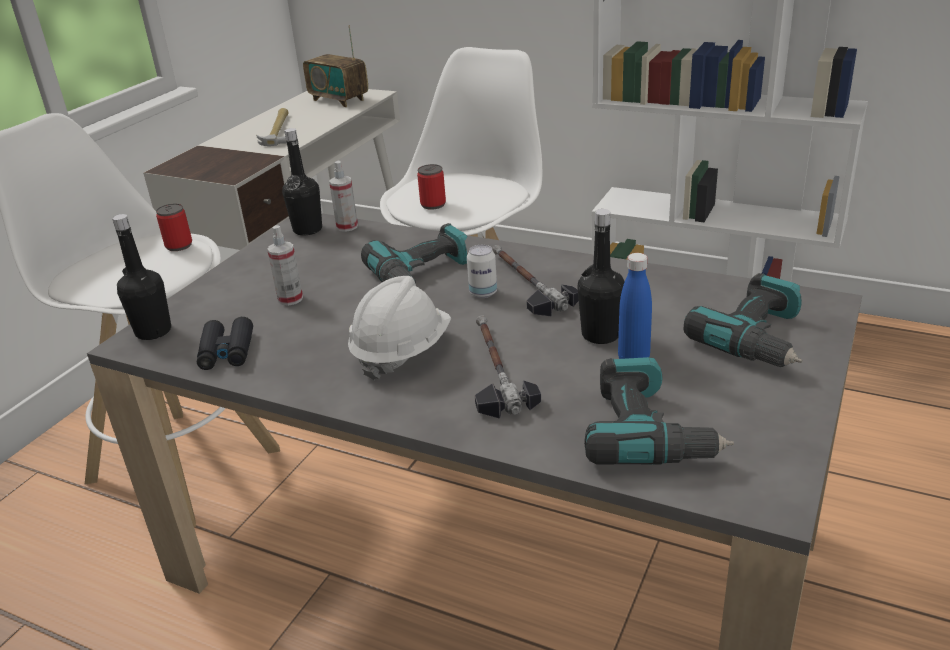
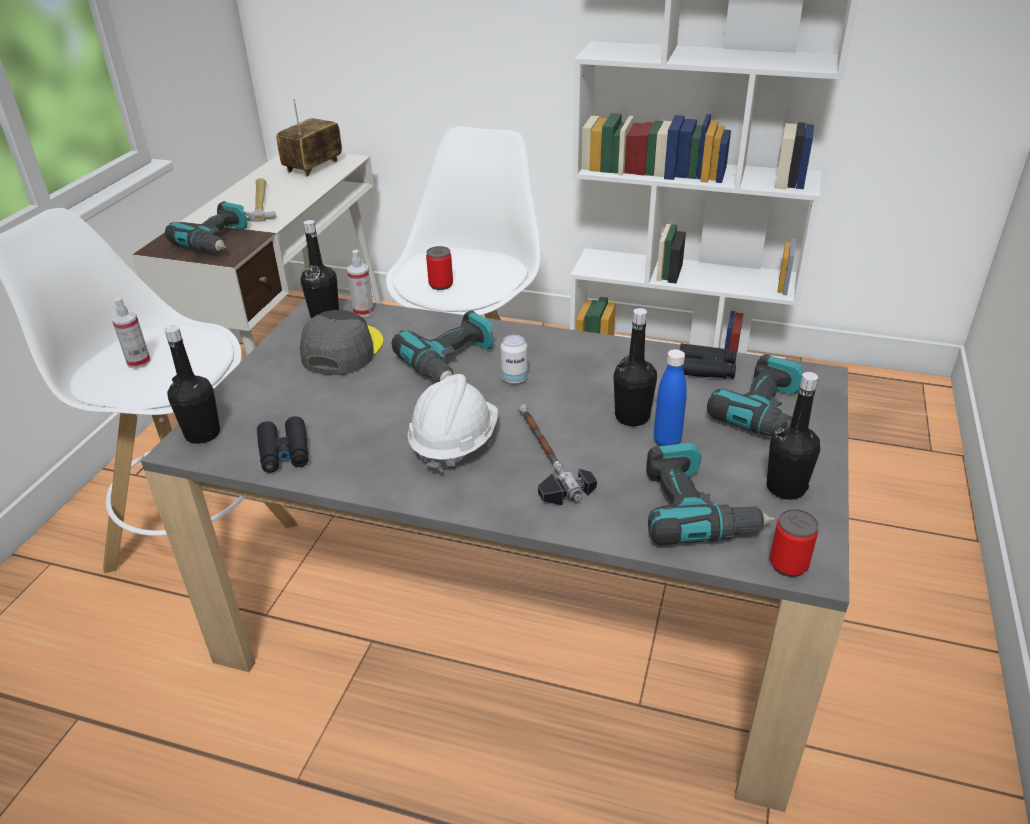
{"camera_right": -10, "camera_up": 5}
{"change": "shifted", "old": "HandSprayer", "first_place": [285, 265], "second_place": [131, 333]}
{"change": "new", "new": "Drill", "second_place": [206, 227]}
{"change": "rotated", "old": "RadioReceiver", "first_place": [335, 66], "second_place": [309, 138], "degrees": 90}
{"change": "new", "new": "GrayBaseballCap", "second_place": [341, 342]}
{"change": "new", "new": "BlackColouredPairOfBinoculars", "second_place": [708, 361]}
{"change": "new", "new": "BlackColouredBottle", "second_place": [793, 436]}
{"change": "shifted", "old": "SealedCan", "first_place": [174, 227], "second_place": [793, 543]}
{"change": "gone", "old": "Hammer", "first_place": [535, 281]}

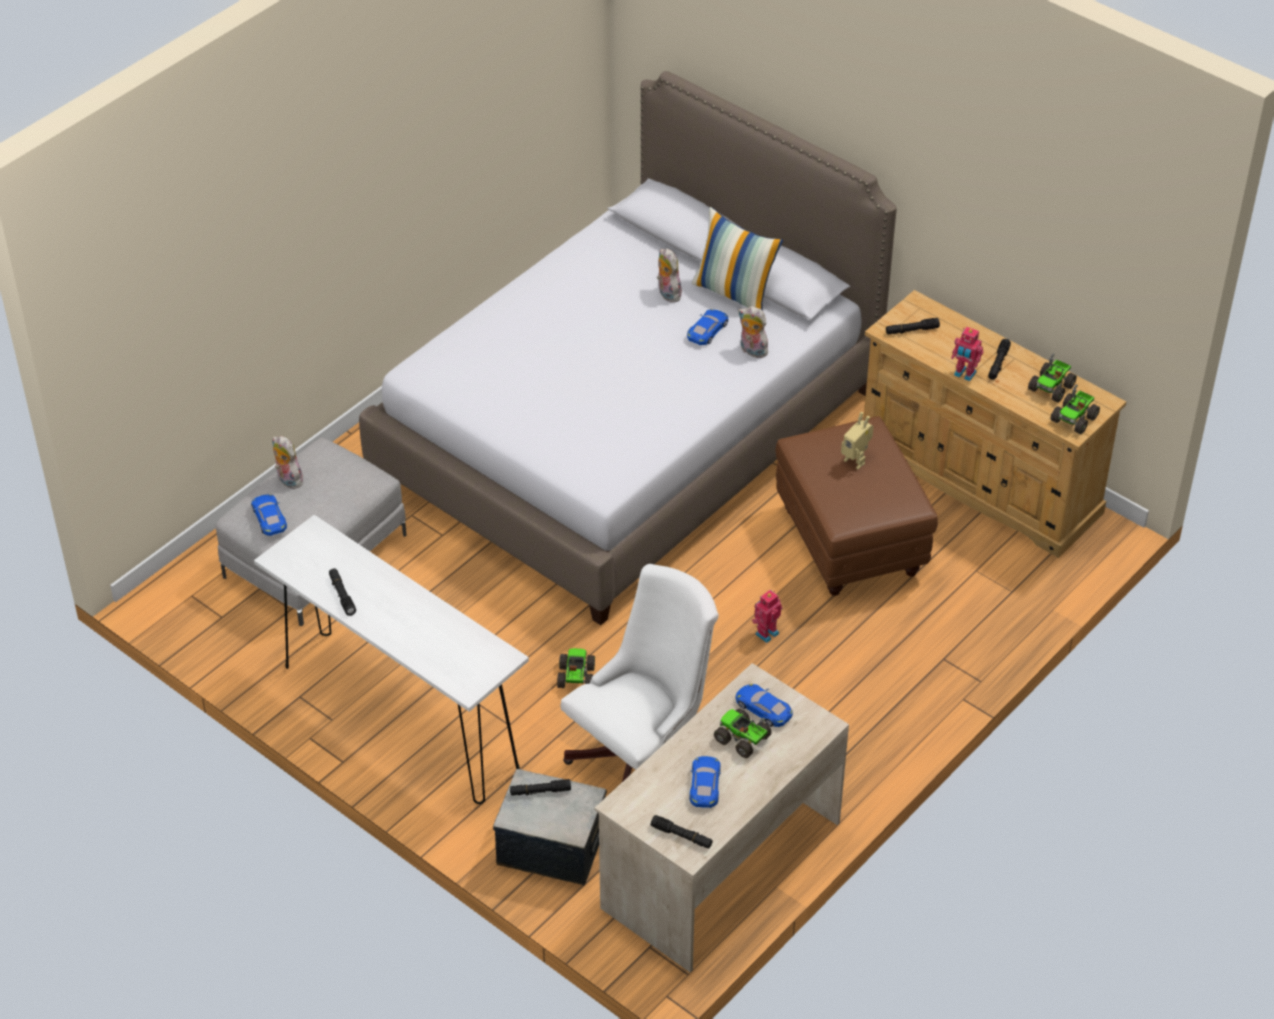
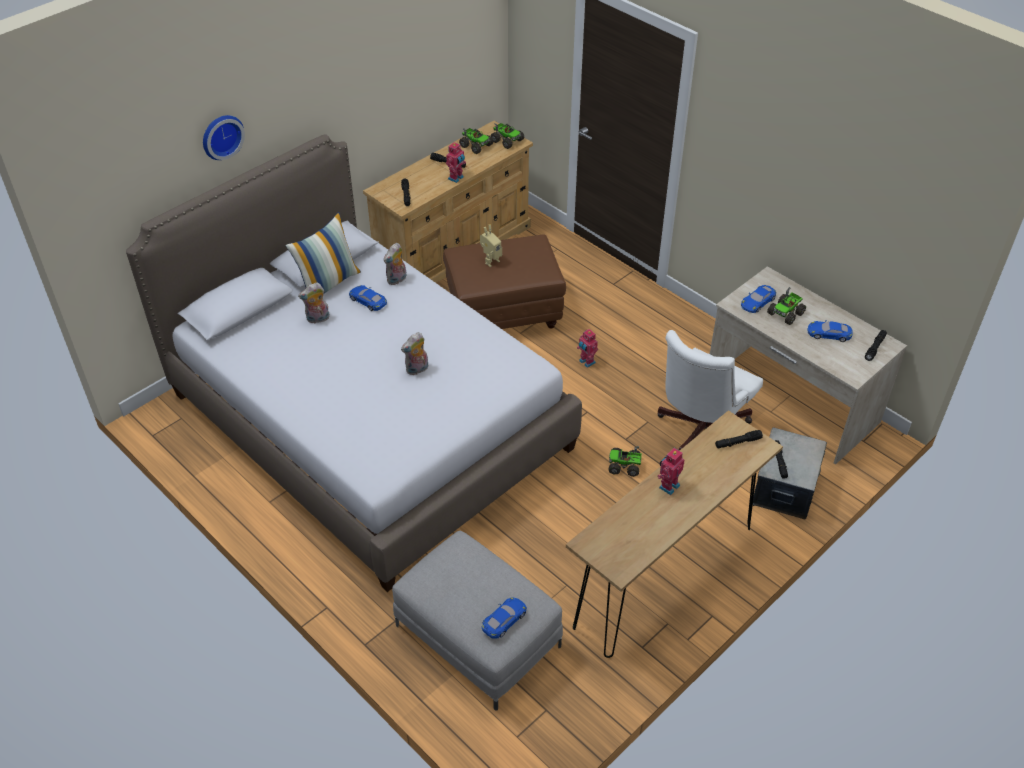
{"camera_right": -85, "camera_up": 0}
{"change": "new", "new": "ClockOnTheWall", "second_place": [224, 137]}
{"change": "shifted", "old": "PlushToy", "first_place": [287, 462], "second_place": [414, 353]}
{"change": "rotated", "old": "BlueColouredToyCar", "first_place": [269, 515], "second_place": [504, 618], "degrees": 150}
{"change": "repainted", "old": "WhitishHallTable", "new": "BrownHallTable", "first_place": [391, 659], "second_place": [674, 534]}
{"change": "new", "new": "RobotFigure", "second_place": [670, 471]}
{"change": "rotated", "old": "WhitishComputerChair", "first_place": [640, 673], "second_place": [710, 390], "degrees": -105}
{"change": "shifted", "old": "BlackColouredFlashlight", "first_place": [342, 592], "second_place": [739, 439]}

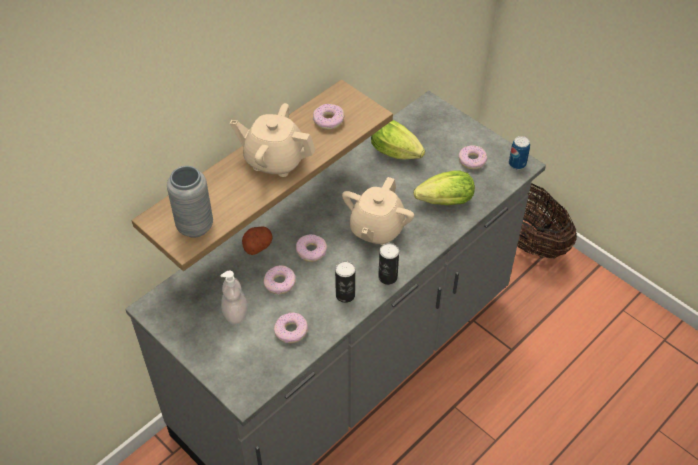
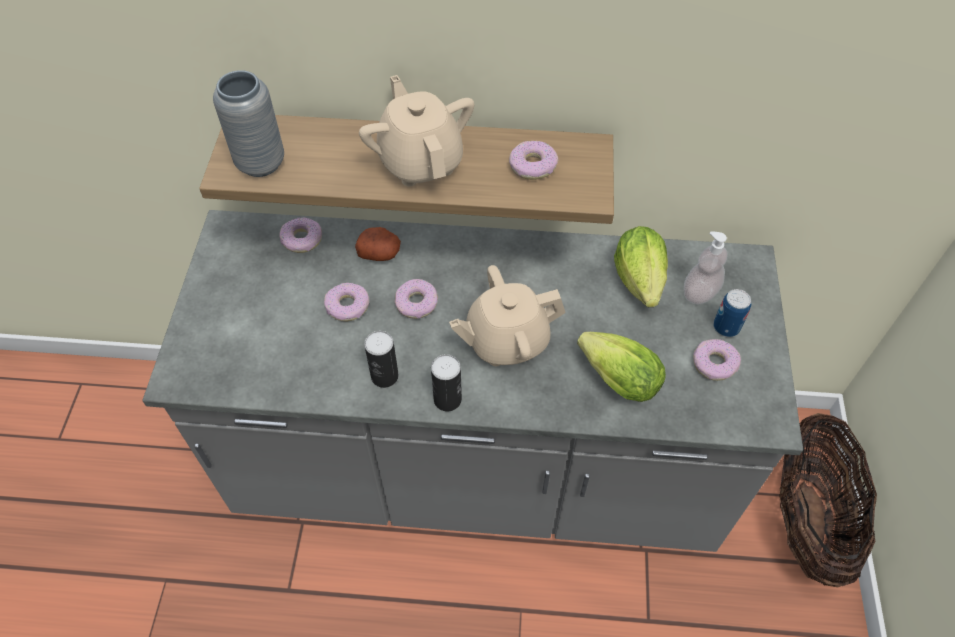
{"camera_right": 50, "camera_up": 5}
{"change": "shifted", "old": "Doughnut", "first_place": [291, 327], "second_place": [301, 235]}
{"change": "shifted", "old": "SoapBottle", "first_place": [234, 297], "second_place": [706, 267]}
{"change": "shifted", "old": "SealedCan", "first_place": [519, 153], "second_place": [732, 313]}

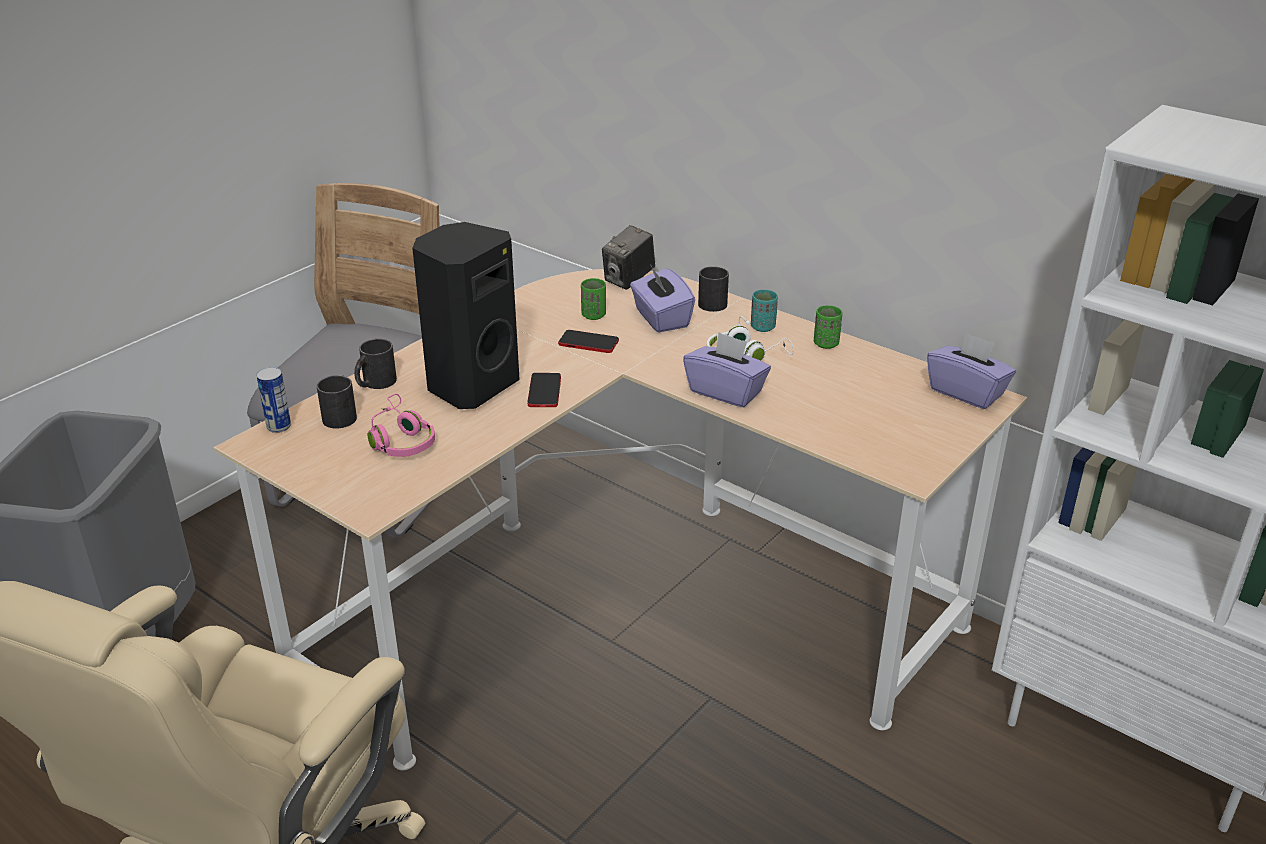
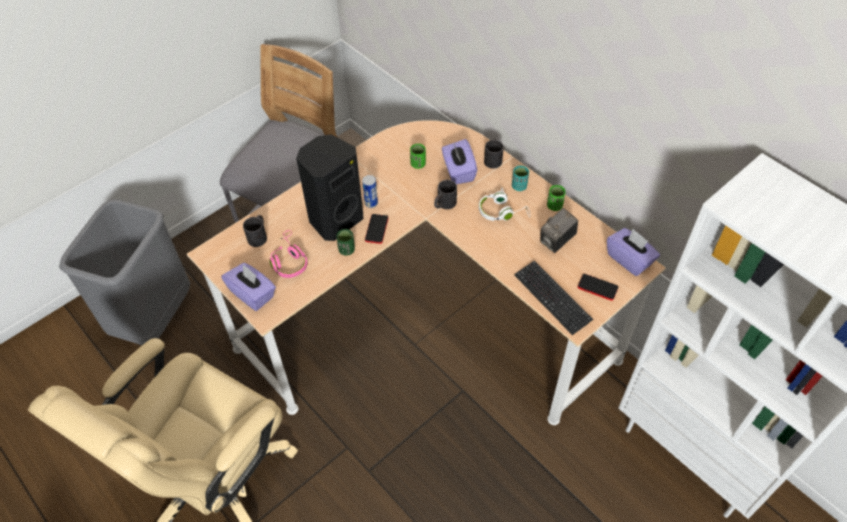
{"camera_right": 10, "camera_up": 20}
{"change": "shifted", "old": "PurpleColouredTissueHolder", "first_place": [727, 369], "second_place": [248, 287]}
{"change": "new", "new": "GreenishSmallCup", "second_place": [345, 242]}
{"change": "shifted", "old": "SealedCan", "first_place": [273, 400], "second_place": [370, 191]}
{"change": "shifted", "old": "BlackColouredCoffeeMug", "first_place": [375, 364], "second_place": [445, 194]}
{"change": "new", "new": "ComputerKeyboard", "second_place": [553, 297]}
{"change": "shifted", "old": "StillCamera", "first_place": [628, 257], "second_place": [559, 230]}
{"change": "shifted", "old": "Handset", "first_place": [588, 341], "second_place": [597, 287]}

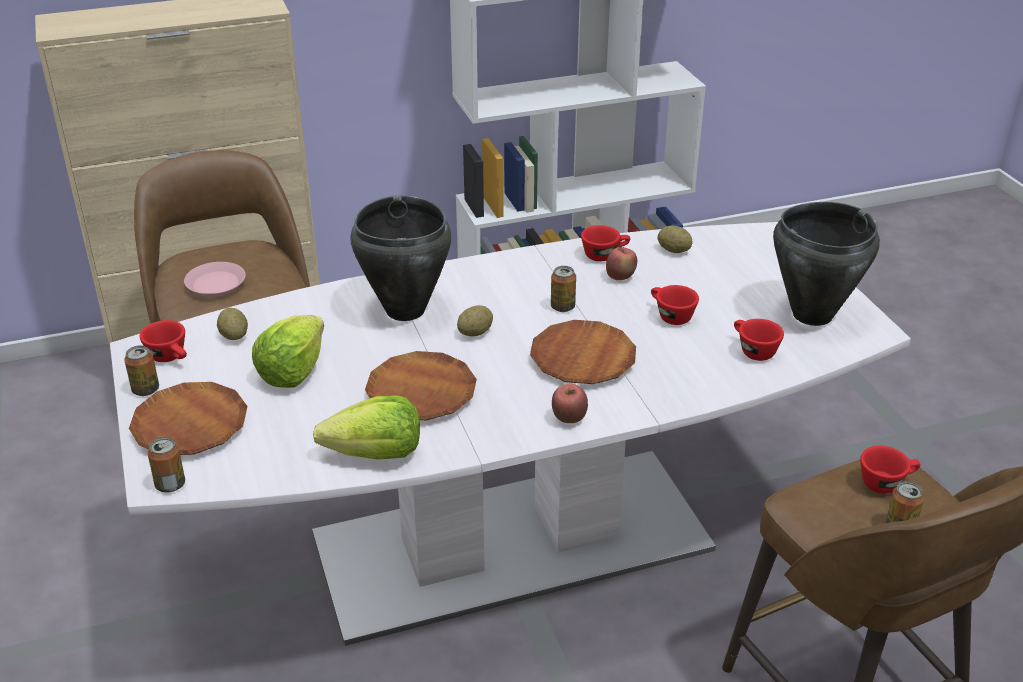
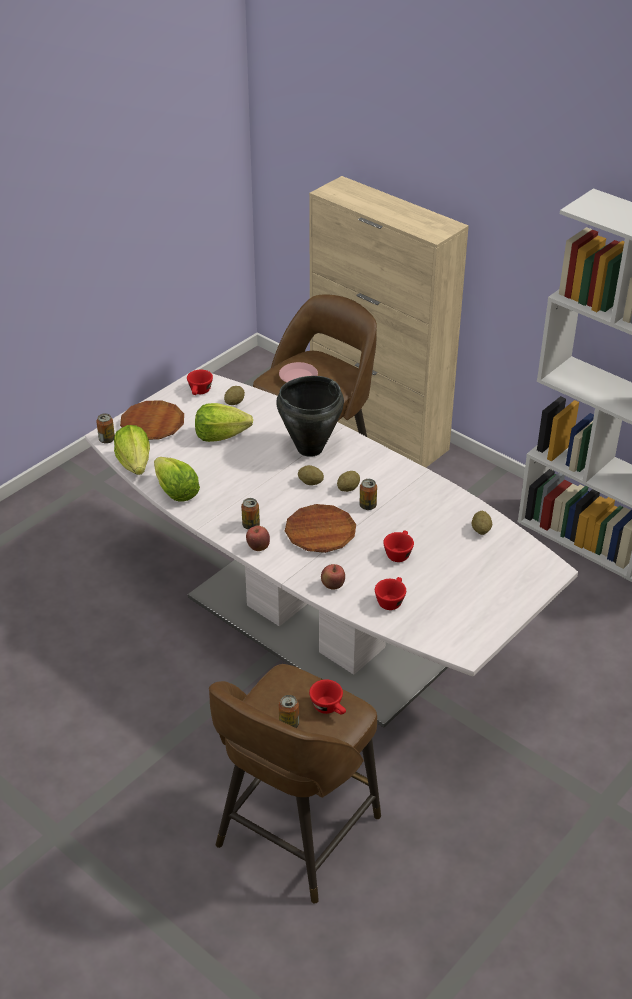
{"camera_right": 60, "camera_up": 5}
{"change": "new", "new": "Lettuce", "second_place": [132, 450]}
{"change": "shifted", "old": "SealedCan", "first_place": [141, 370], "second_place": [250, 514]}
{"change": "shifted", "old": "Apple", "first_place": [621, 263], "second_place": [333, 577]}
{"change": "new", "new": "WholePotato", "second_place": [348, 481]}
{"change": "gone", "old": "BrownPlate", "first_place": [421, 385]}
{"change": "gone", "old": "RedColouredSmallCup", "first_place": [605, 243]}
{"change": "gone", "old": "BlackColouredStockpot", "first_place": [826, 264]}

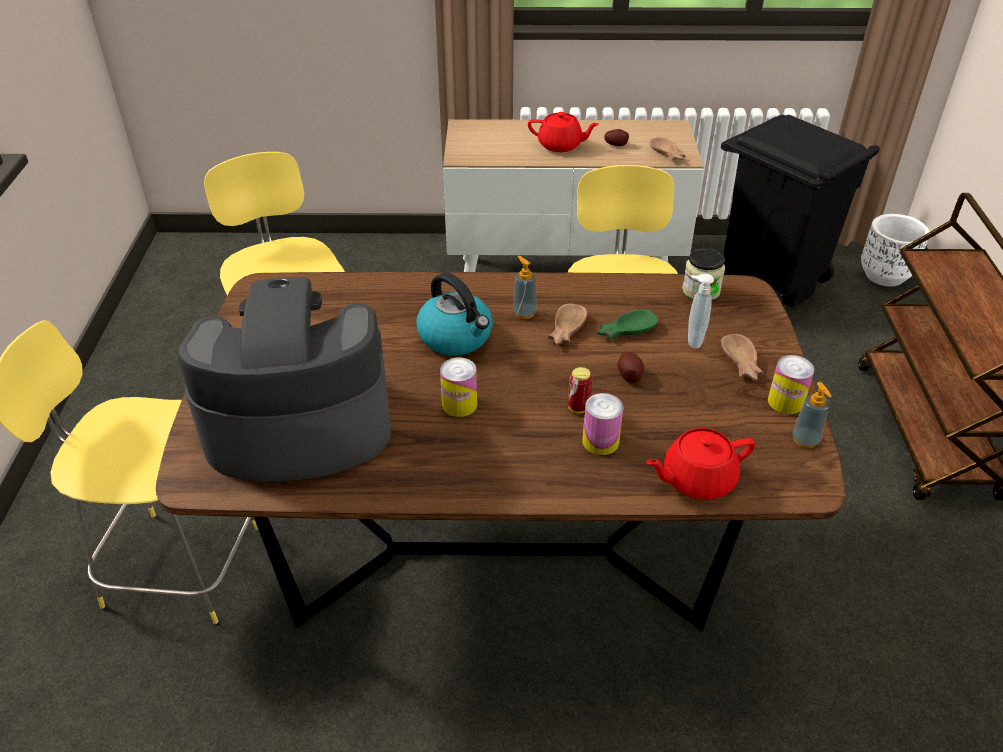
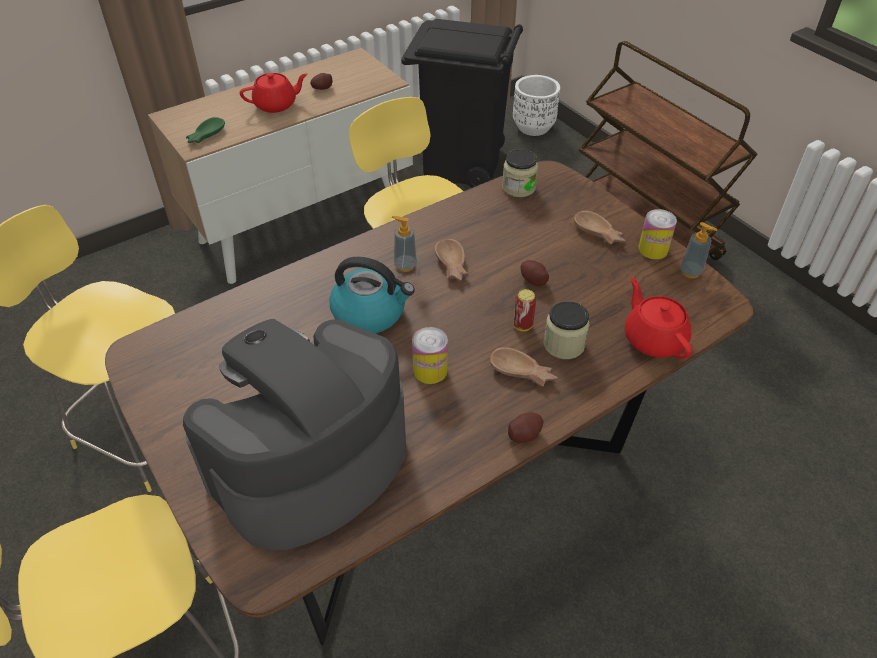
{"camera_right": -35, "camera_up": 5}
{"change": "shifted", "old": "GreenishBowl", "first_place": [627, 324], "second_place": [205, 130]}
{"change": "shifted", "old": "BrownBowl", "first_place": [667, 148], "second_place": [524, 366]}
{"change": "new", "new": "WholePotato", "second_place": [526, 427]}
{"change": "swapped", "old": "SealedCan", "new": "Jar", "first_place": [602, 424], "second_place": [567, 330]}
{"change": "rotated", "old": "RedColouredPotForTea", "first_place": [700, 464], "second_place": [659, 318], "degrees": 120}
{"change": "gone", "old": "SoapBottle", "first_place": [701, 311]}

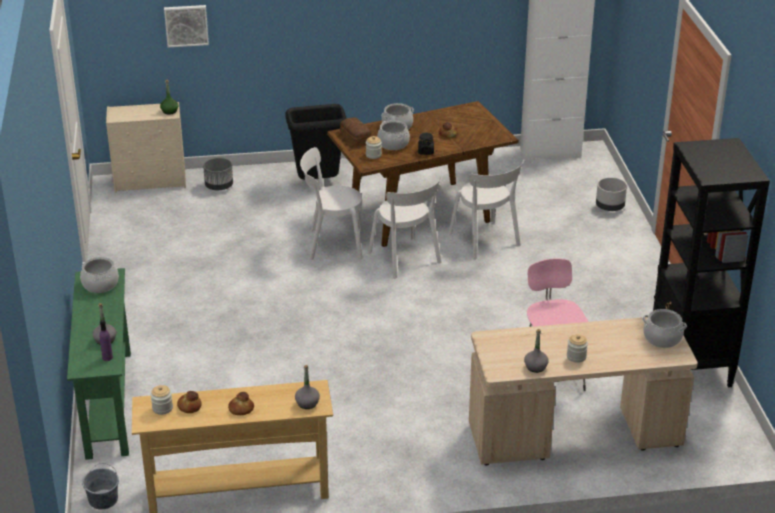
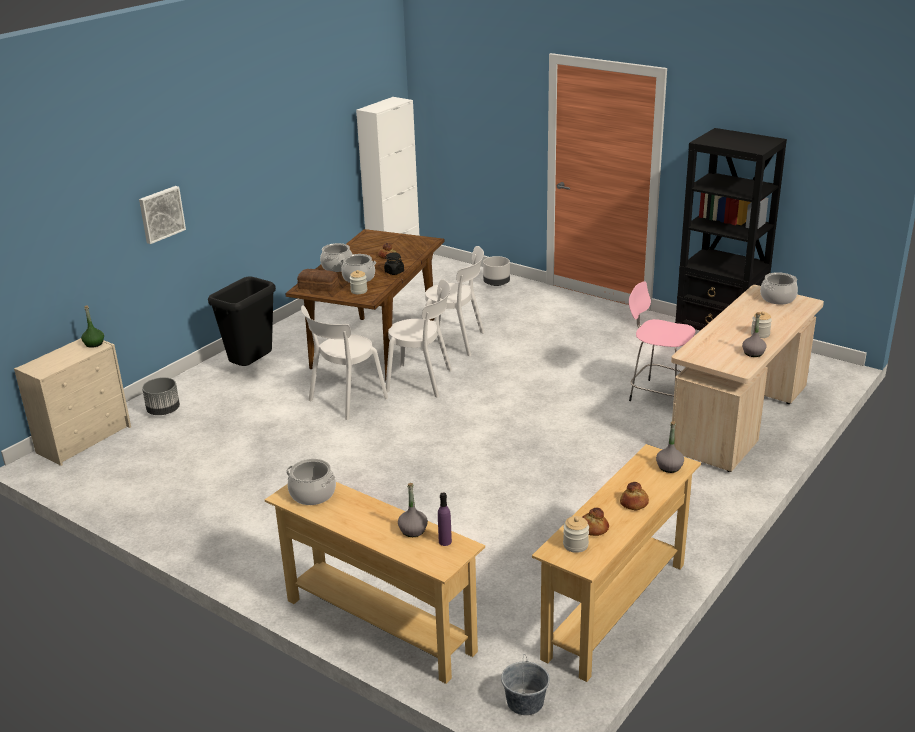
{"camera_right": -45, "camera_up": -5}
{"change": "shifted", "old": "WallPicture", "first_place": [186, 26], "second_place": [162, 215]}
{"change": "repainted", "old": "GreenishHallTable", "new": "SandColouredHallTable", "first_place": [99, 364], "second_place": [375, 583]}

